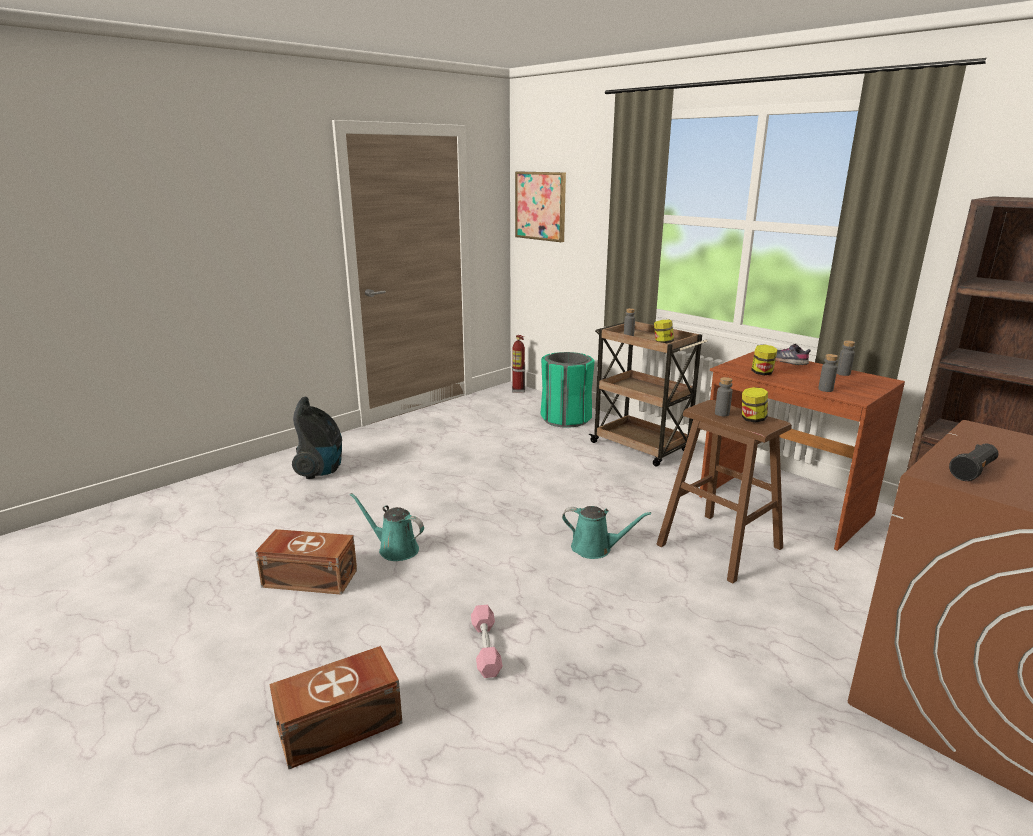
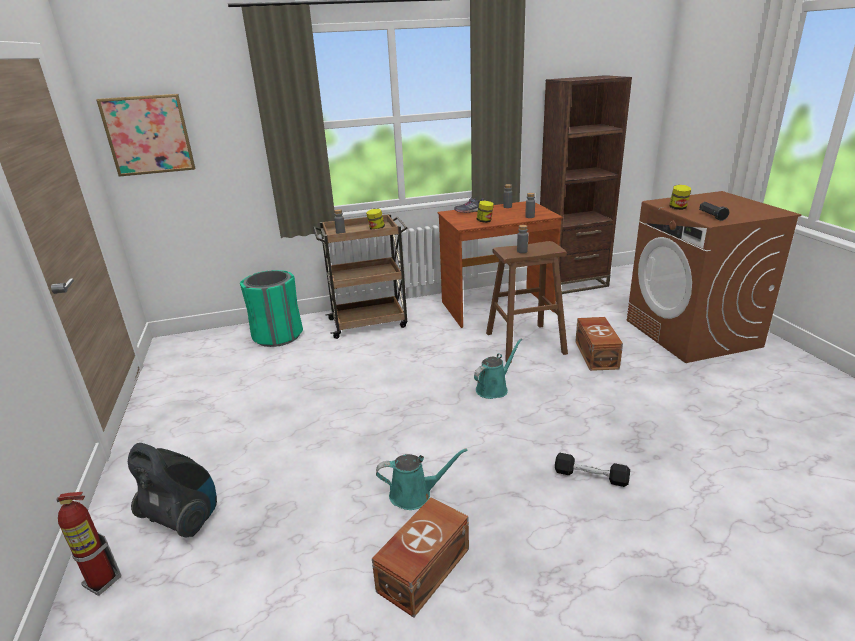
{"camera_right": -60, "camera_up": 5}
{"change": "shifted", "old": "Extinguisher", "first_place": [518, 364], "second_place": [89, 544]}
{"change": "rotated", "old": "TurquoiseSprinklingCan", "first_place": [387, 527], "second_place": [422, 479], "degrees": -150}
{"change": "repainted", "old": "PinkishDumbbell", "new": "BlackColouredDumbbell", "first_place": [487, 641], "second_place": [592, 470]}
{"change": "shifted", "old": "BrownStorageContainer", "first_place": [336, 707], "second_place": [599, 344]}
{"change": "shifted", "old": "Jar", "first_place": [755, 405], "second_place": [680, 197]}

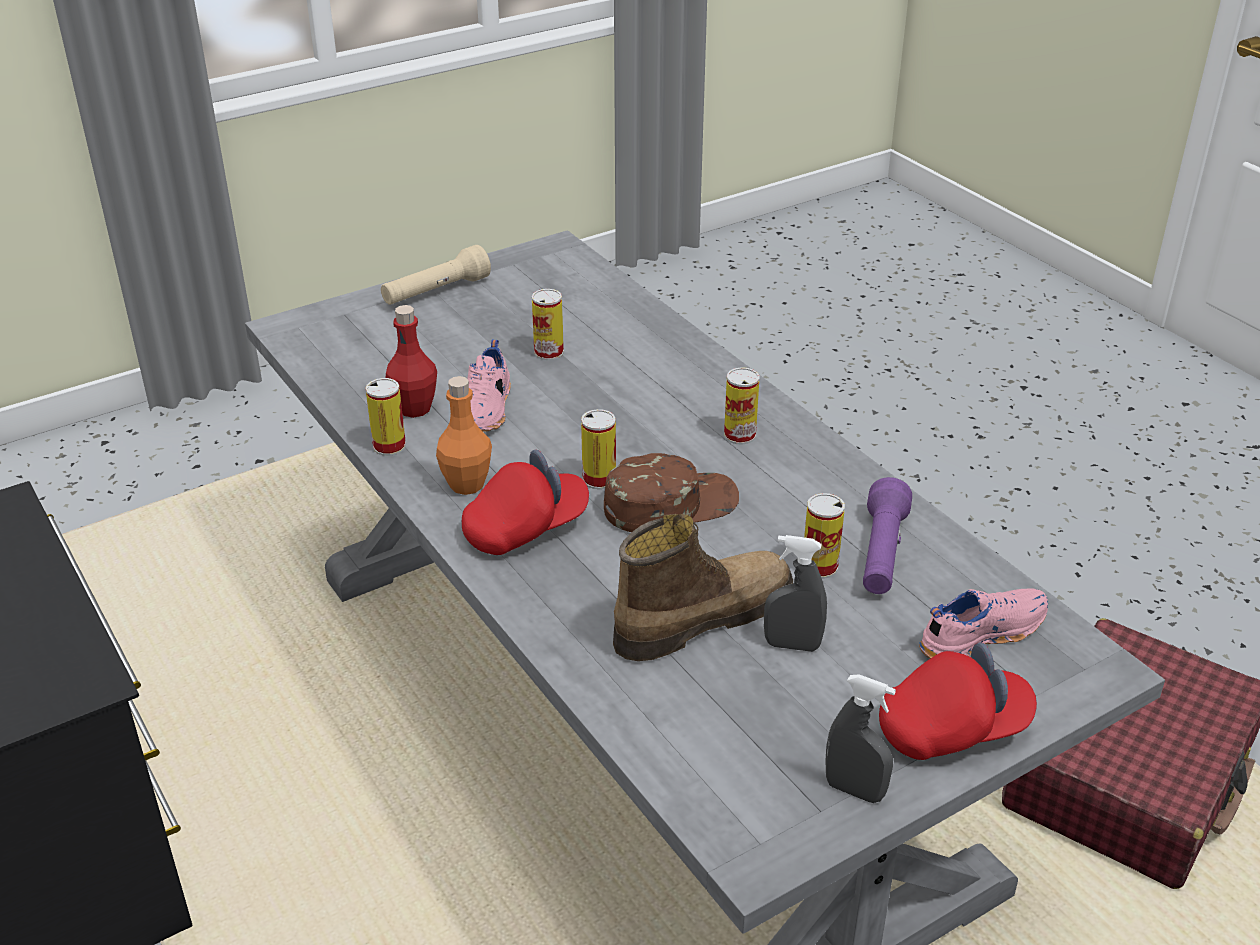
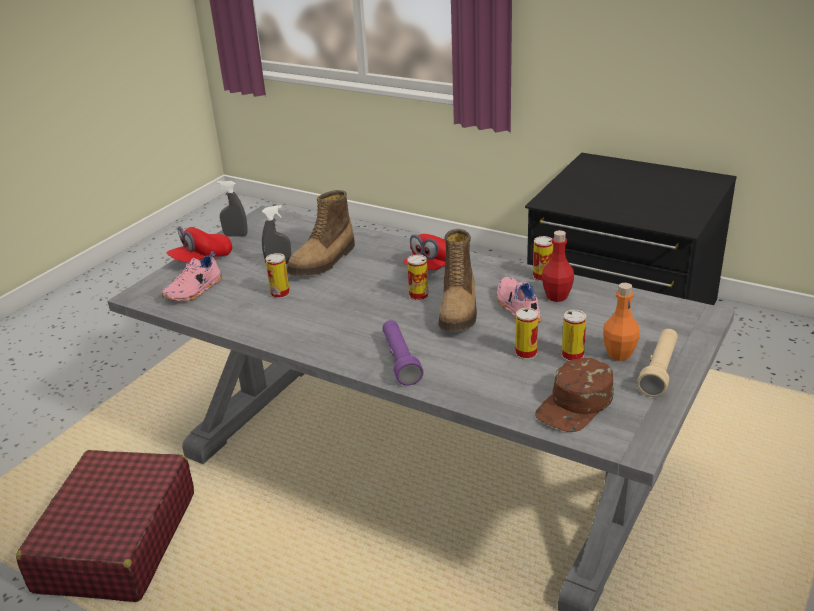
{"camera_right": 155, "camera_up": -5}
{"change": "shifted", "old": "PurpleColouredFlashlight", "first_place": [887, 535], "second_place": [403, 353]}
{"change": "new", "new": "TallBoot", "second_place": [458, 280]}
{"change": "shifted", "old": "BrownBaseballCap", "first_place": [671, 492], "second_place": [574, 394]}
{"change": "shifted", "old": "SealedCan", "first_place": [742, 406], "second_place": [574, 335]}
{"change": "shifted", "old": "OrangeBottle", "first_place": [464, 435], "second_place": [621, 322]}

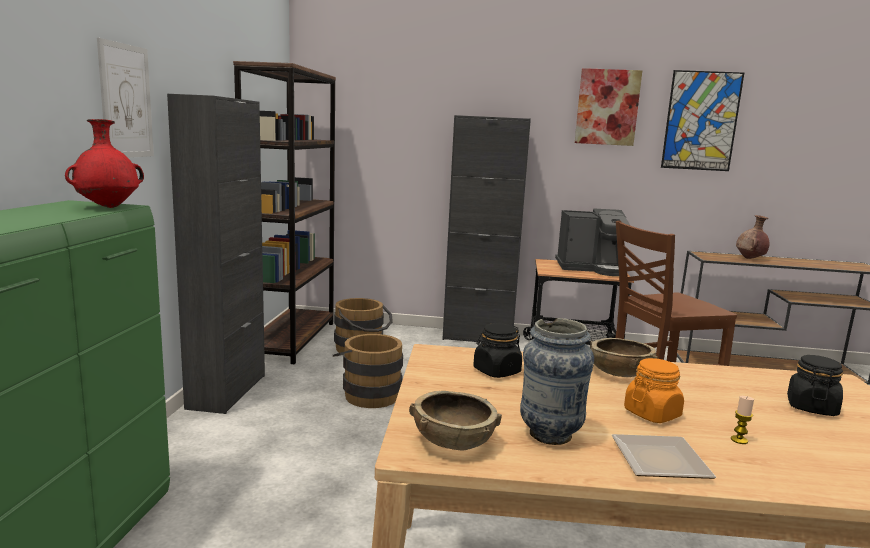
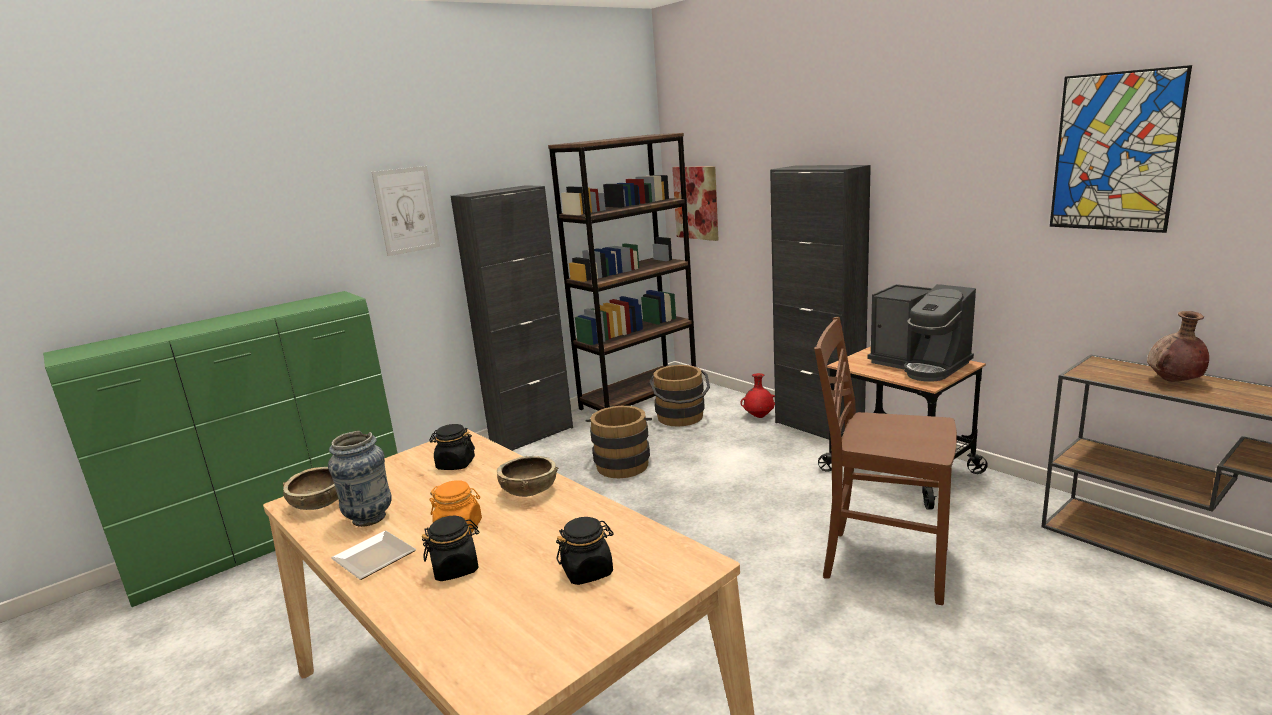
{"camera_right": 45, "camera_up": 5}
{"change": "swapped", "old": "WaxCandle", "new": "BlackColouredJar", "first_place": [742, 420], "second_place": [450, 548]}
{"change": "shifted", "old": "WallPicture", "first_place": [608, 107], "second_place": [695, 203]}
{"change": "shifted", "old": "RedColouredVase", "first_place": [104, 163], "second_place": [757, 395]}

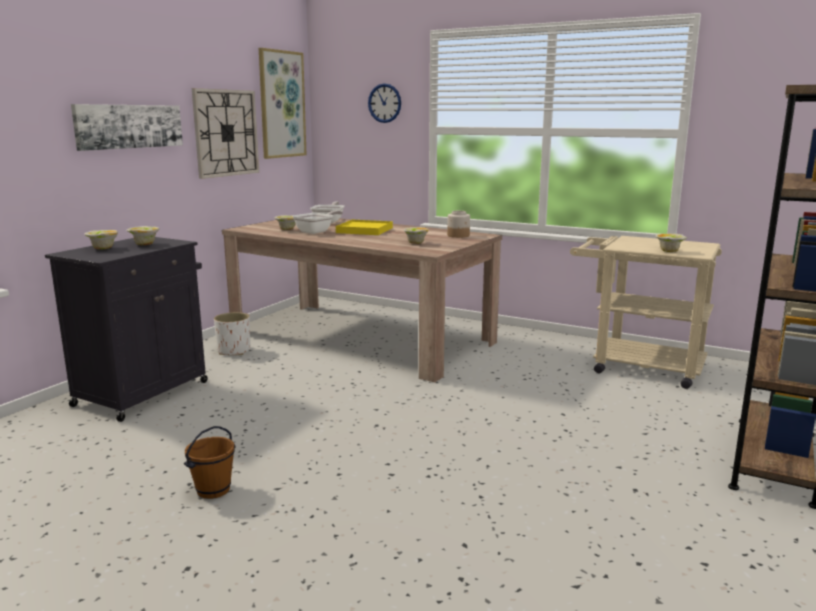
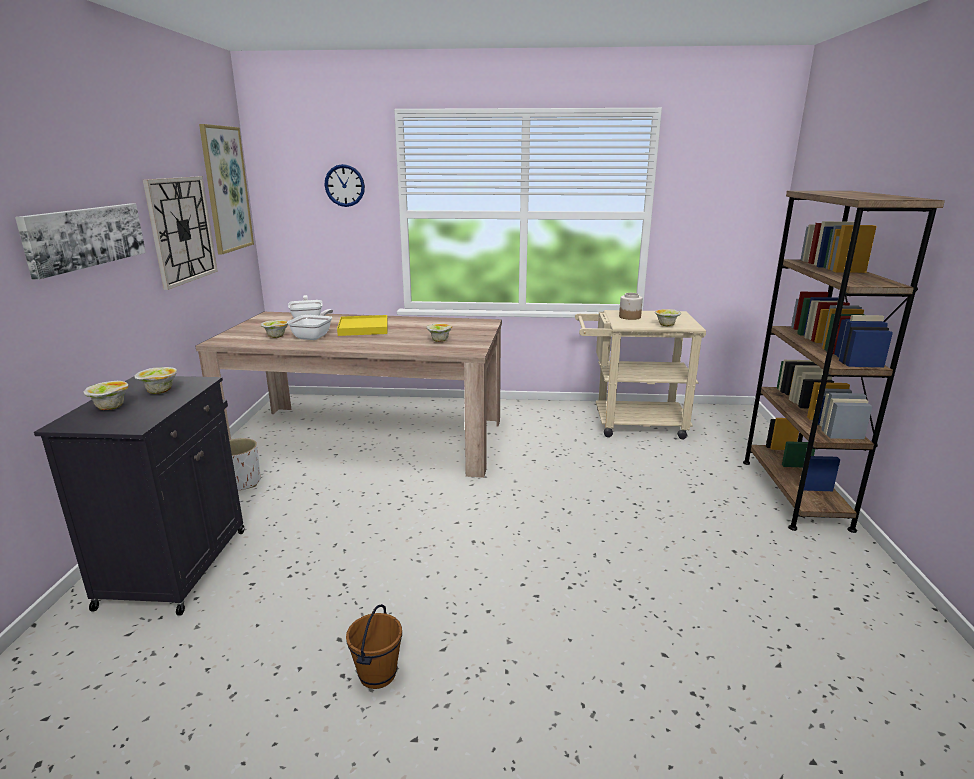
{"camera_right": -25, "camera_up": 5}
{"change": "shifted", "old": "Jar", "first_place": [458, 224], "second_place": [631, 306]}

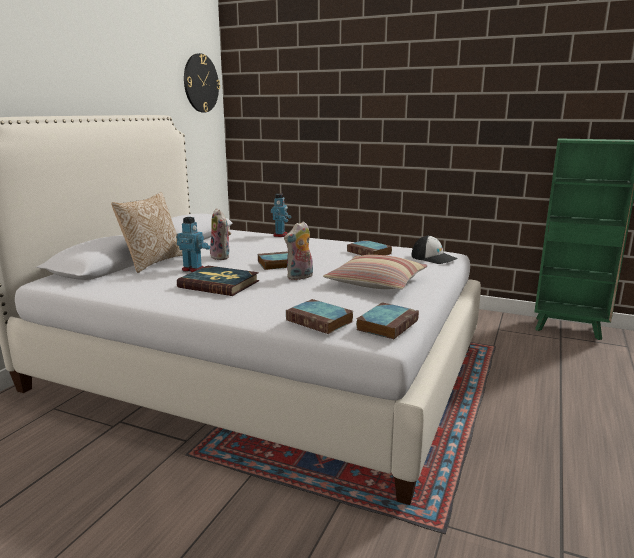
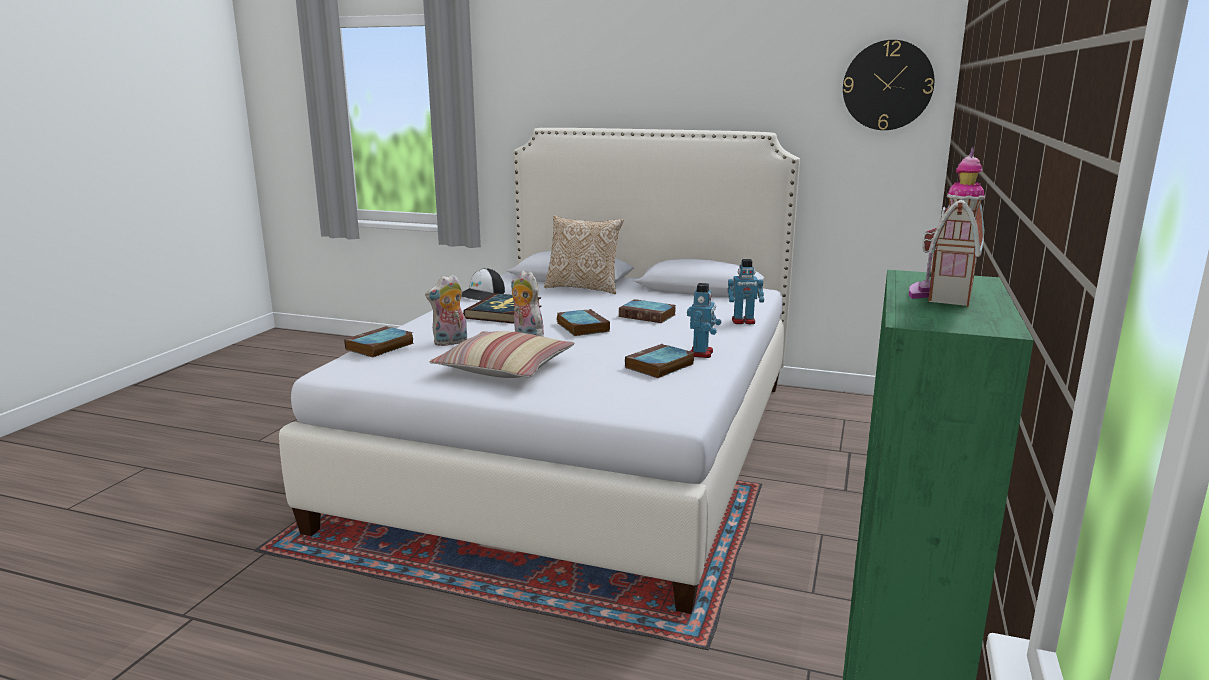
{"camera_right": 85, "camera_up": 0}
{"change": "shifted", "old": "PlushToy", "first_place": [220, 234], "second_place": [446, 310]}
{"change": "shifted", "old": "BaseballCap", "first_place": [434, 250], "second_place": [483, 284]}
{"change": "shifted", "old": "Volume", "first_place": [387, 320], "second_place": [647, 311]}
{"change": "shifted", "old": "RobotFigure", "first_place": [193, 244], "second_place": [704, 320]}
{"change": "new", "new": "MiniatureHouse", "second_place": [947, 226]}

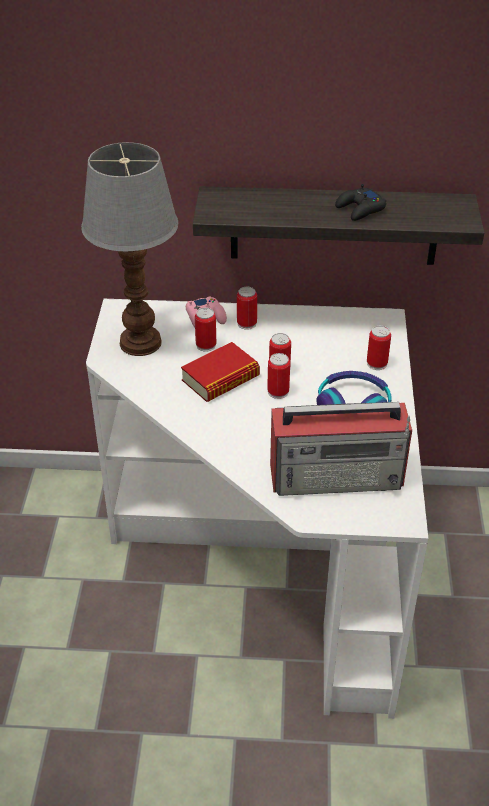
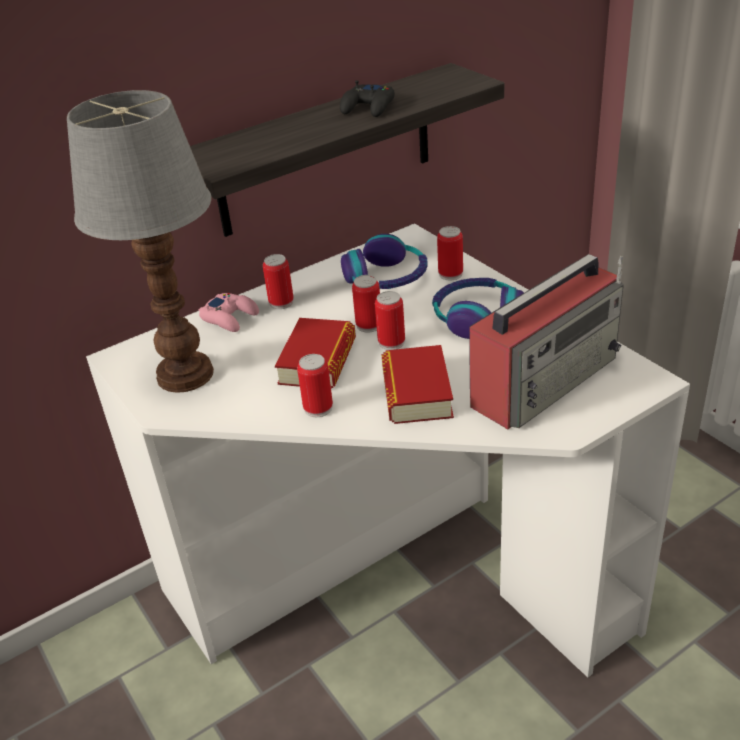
{"camera_right": -35, "camera_up": -5}
{"change": "shifted", "old": "SealedCan", "first_place": [205, 330], "second_place": [315, 385]}
{"change": "new", "new": "Headphones", "second_place": [384, 261]}
{"change": "new", "new": "Volume", "second_place": [417, 384]}

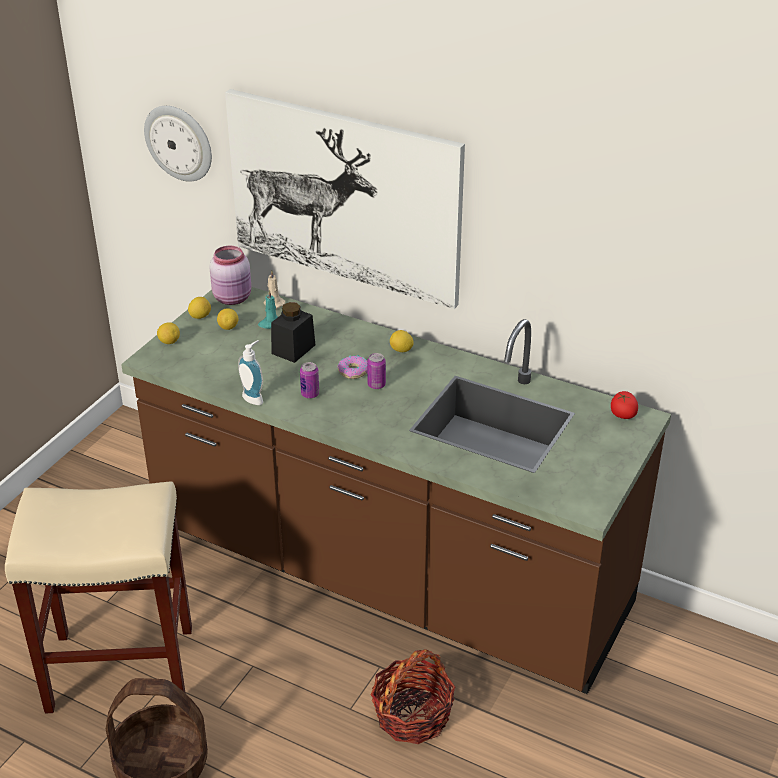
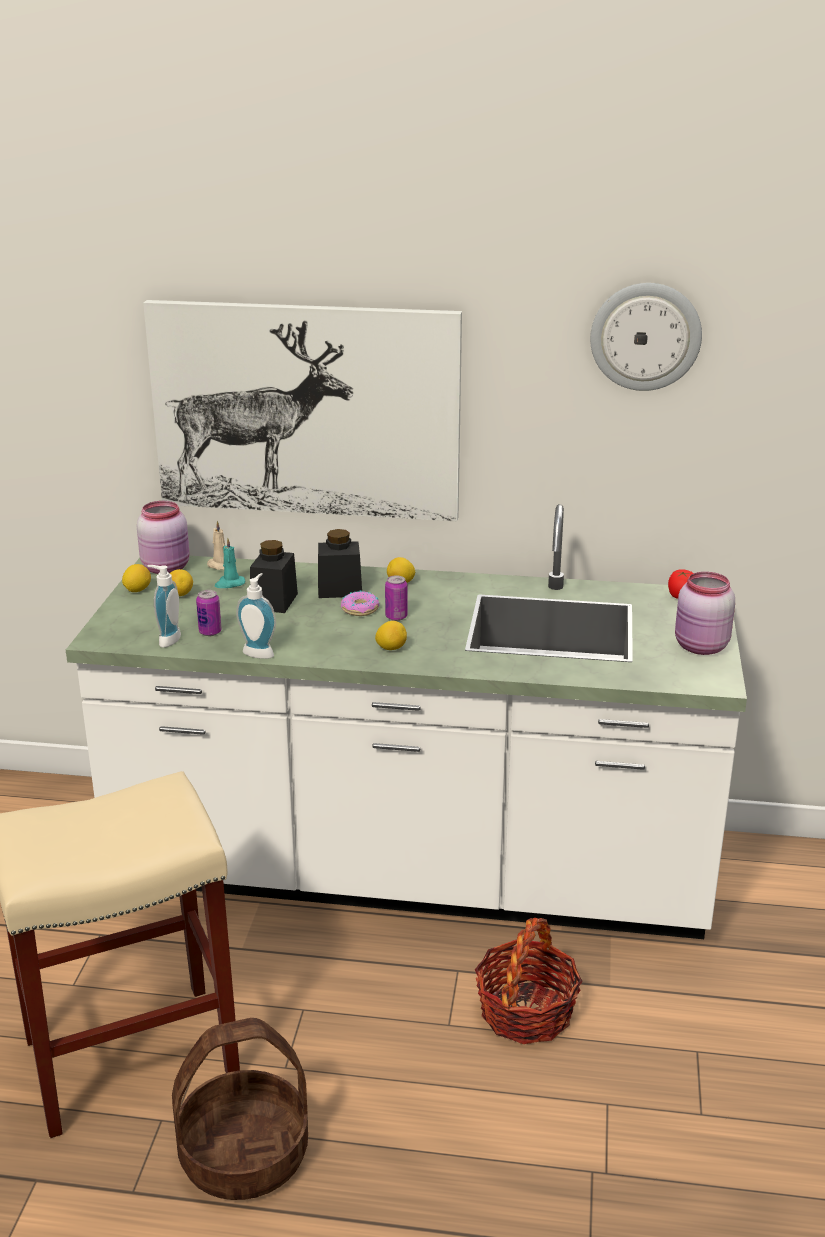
{"camera_right": -20, "camera_up": -10}
{"change": "repainted", "old": "BrownKitchenBaseUnit", "new": "WhitishKitchenBaseUnit", "first_place": [396, 490], "second_place": [406, 721]}
{"change": "new", "new": "SoapBottle", "second_place": [164, 606]}
{"change": "shifted", "old": "SealedCan", "first_place": [309, 380], "second_place": [209, 613]}
{"change": "new", "new": "BlackColouredJar", "second_place": [340, 563]}
{"change": "shifted", "old": "CitrusFruit", "first_place": [168, 333], "second_place": [391, 635]}
{"change": "shifted", "old": "ClockOnTheWall", "first_place": [178, 144], "second_place": [646, 337]}
{"change": "new", "new": "PinkishJar", "second_place": [705, 613]}

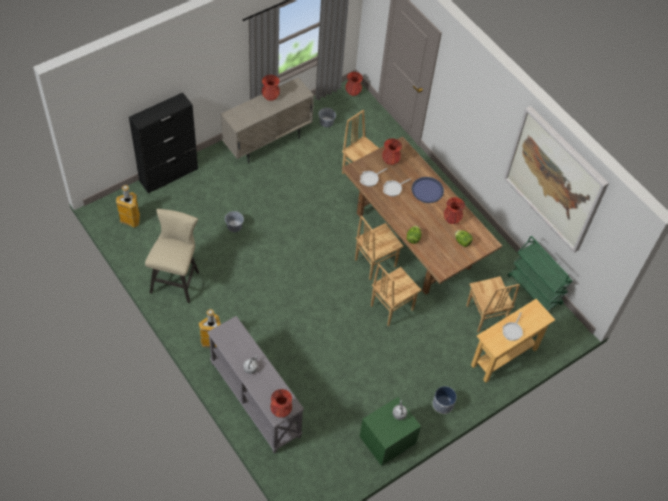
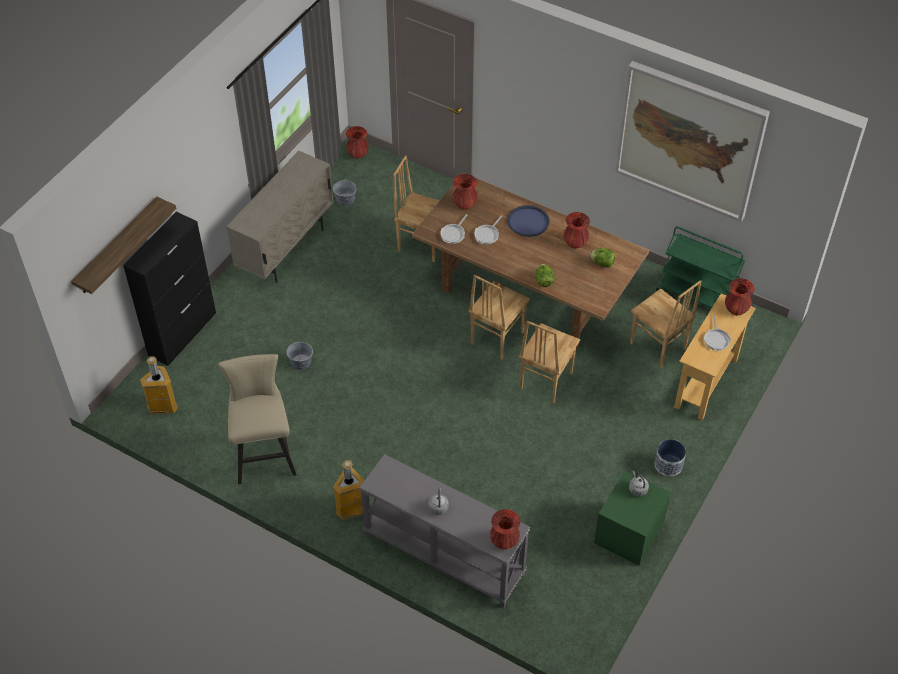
{"camera_right": -20, "camera_up": -5}
{"change": "new", "new": "WallShelf", "second_place": [123, 245]}
{"change": "shifted", "old": "RedColouredVase", "first_place": [271, 88], "second_place": [739, 296]}

